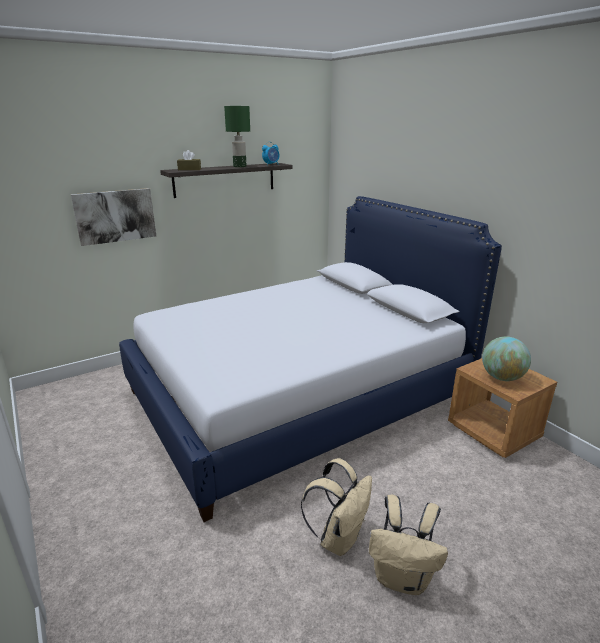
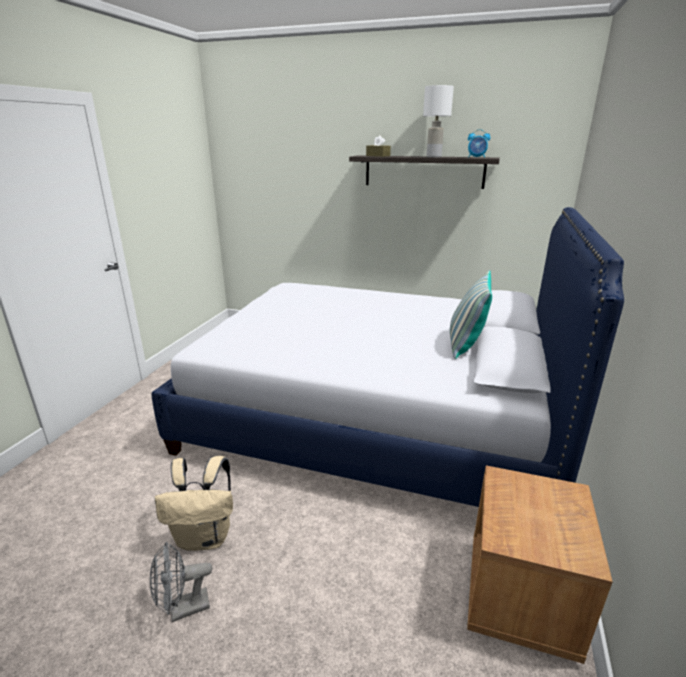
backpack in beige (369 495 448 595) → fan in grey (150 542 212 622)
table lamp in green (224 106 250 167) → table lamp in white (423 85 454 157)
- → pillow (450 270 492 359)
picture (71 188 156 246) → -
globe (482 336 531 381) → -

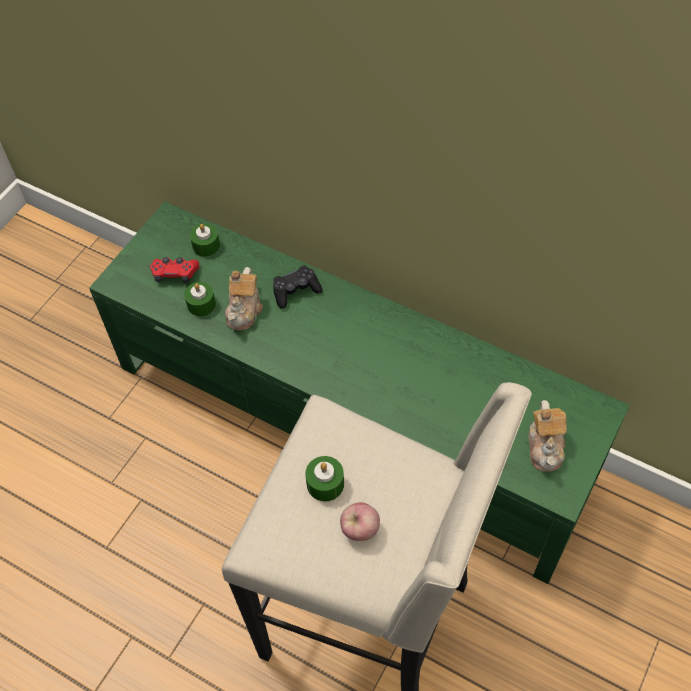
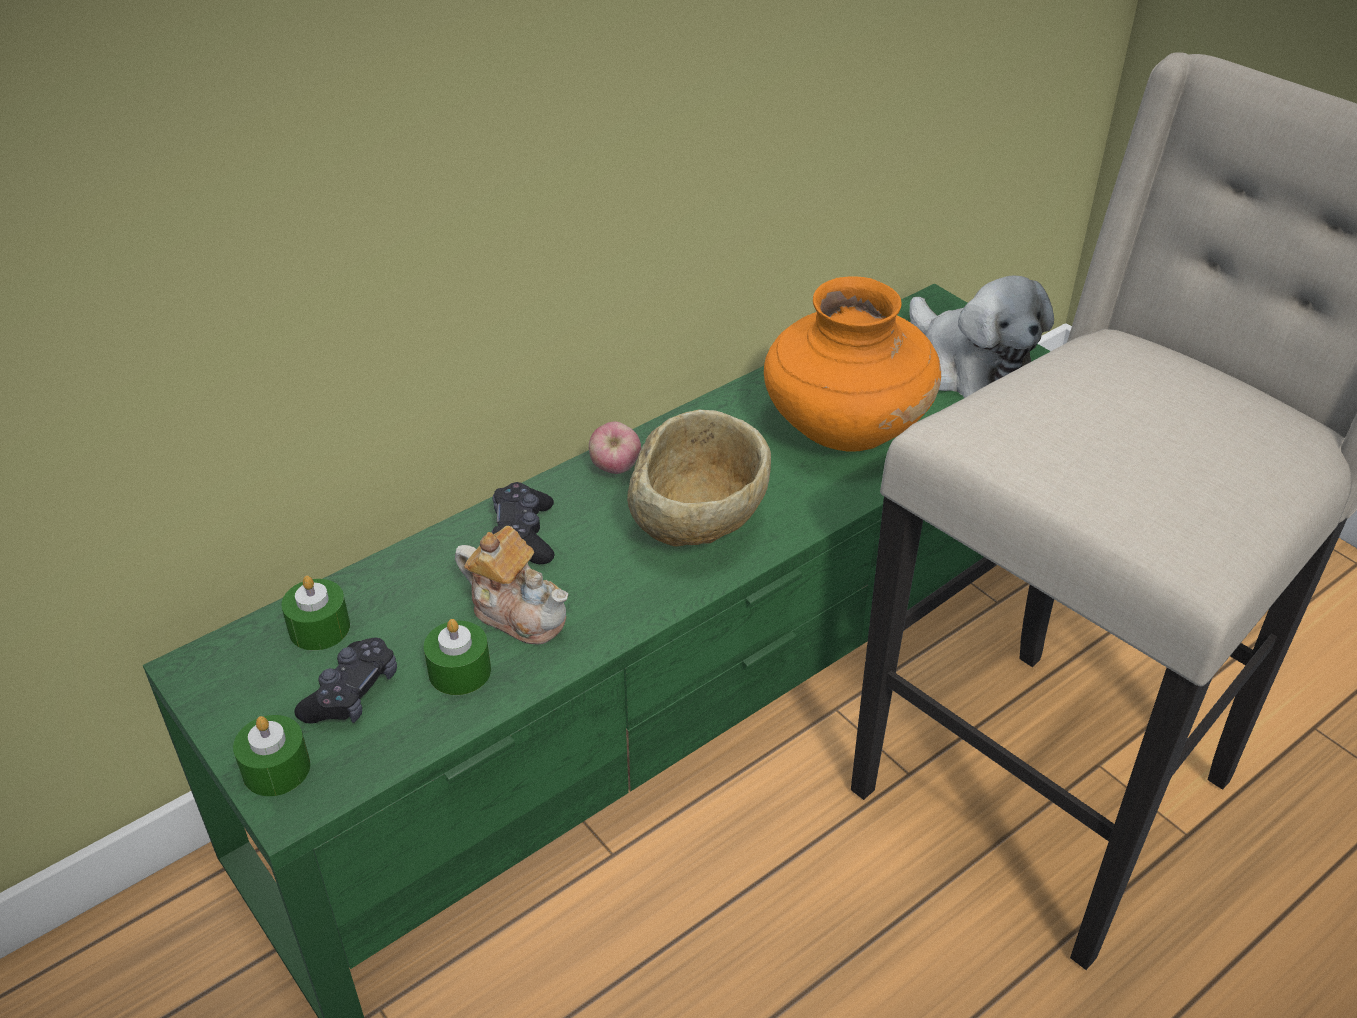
candle in green (305 456 344 501) → candle in green (233 715 310 796), moved
game controller in red (150 257 199 283) → game controller in black (294 638 397 724)
apple (340 502 380 541) → apple (589 422 641 474), moved
- → bowl in beige (627 410 771 547)
- → vase in orange (764 276 941 452)
teapot (528 400 567 472) → plush toy (909 275 1054 398)

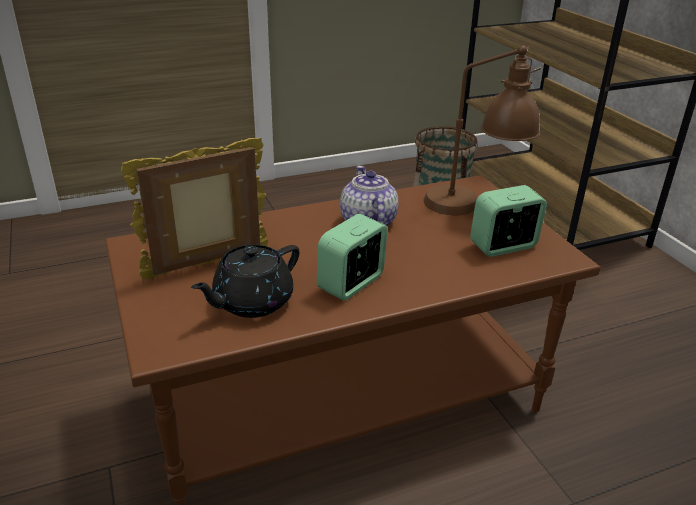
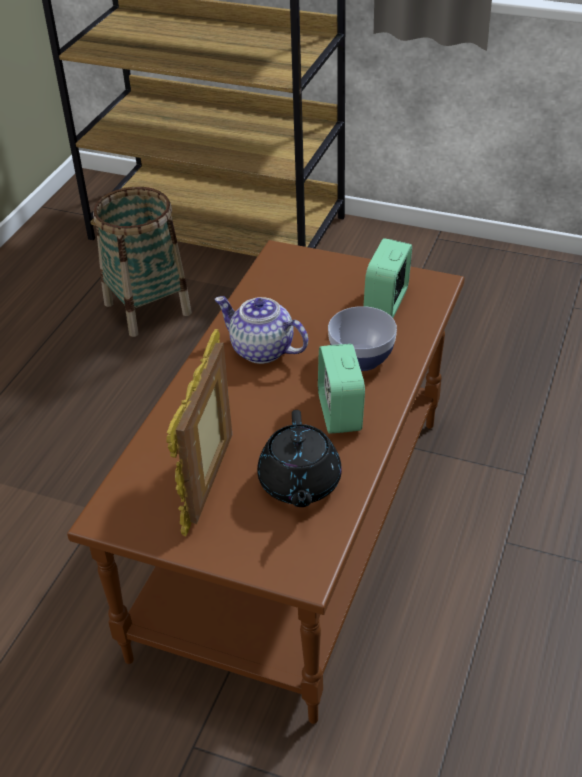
- → bowl (328 306 397 371)
table lamp in brown (424 45 541 215) → -

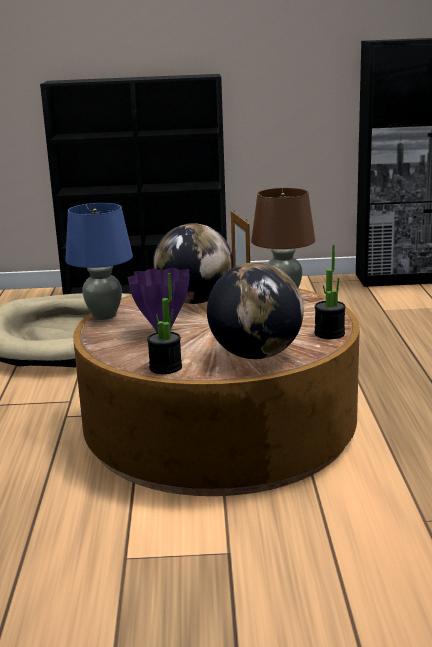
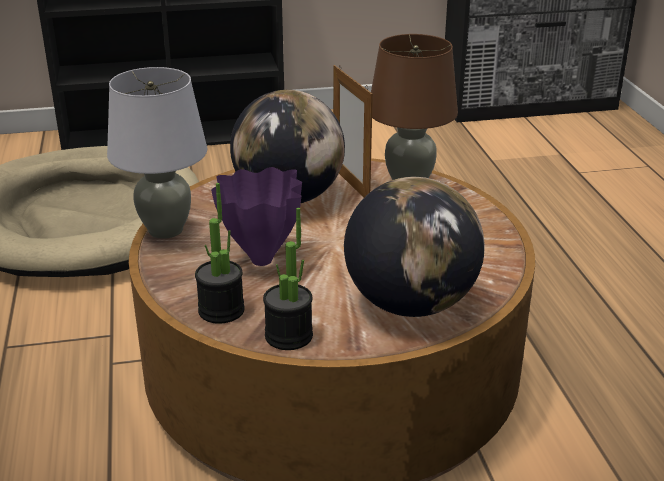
table lamp in blue (65 203 133 320) → table lamp in grey (107 67 207 239)
potted plant (314 245 346 339) → potted plant (195 183 245 324), moved

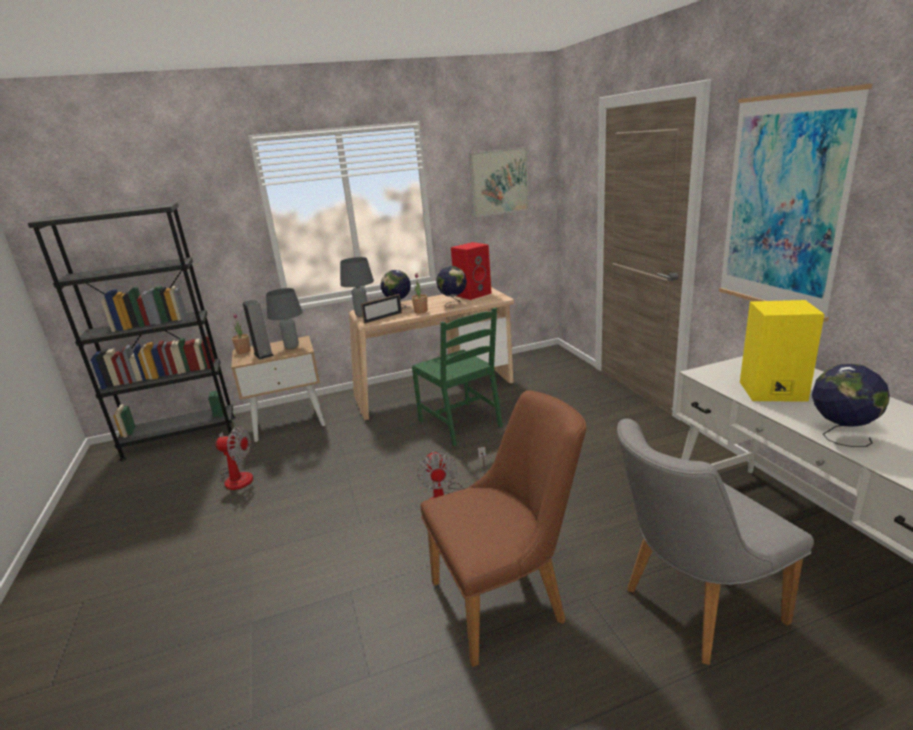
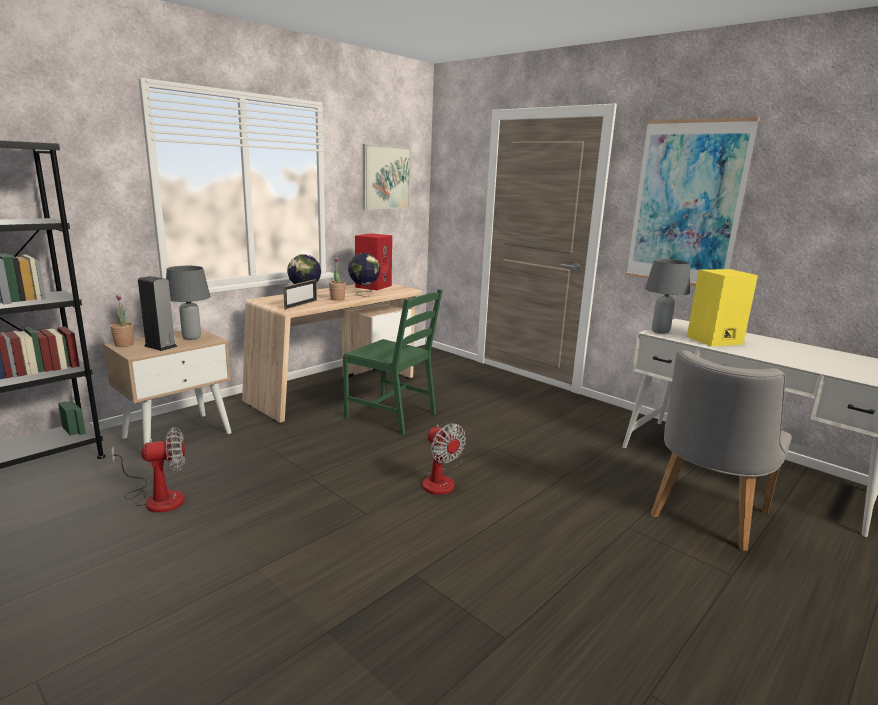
table lamp in grey (340 257 374 317) → table lamp in grey (645 259 690 334), moved
chair in brown (420 390 586 667) → -
globe (812 364 890 447) → -

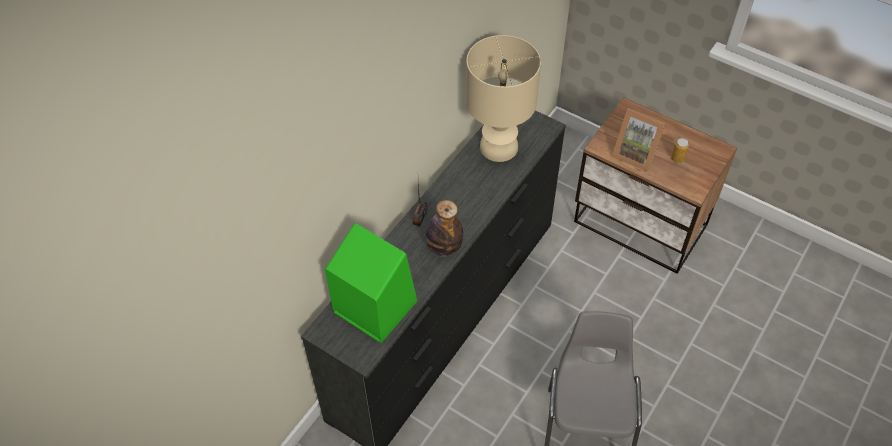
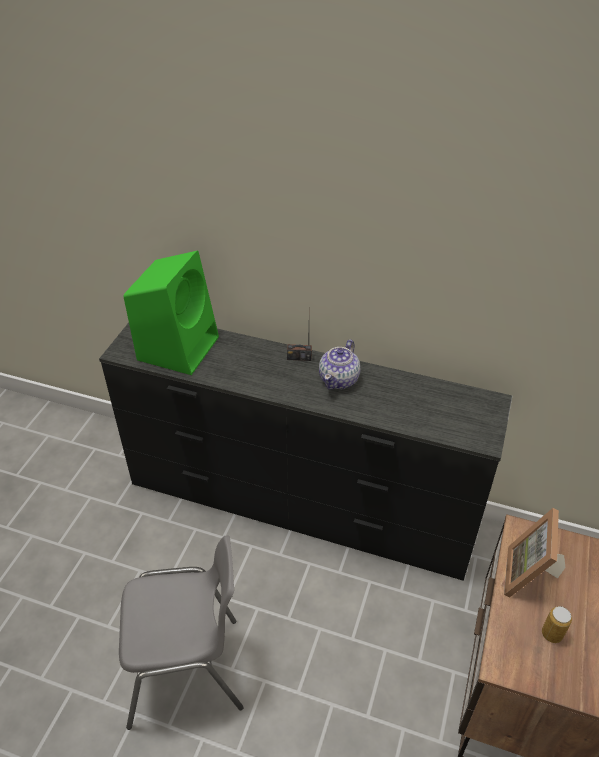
- → teapot (319 339 360 390)
bottle (426 200 463 257) → -
table lamp in beige (466 35 541 162) → -

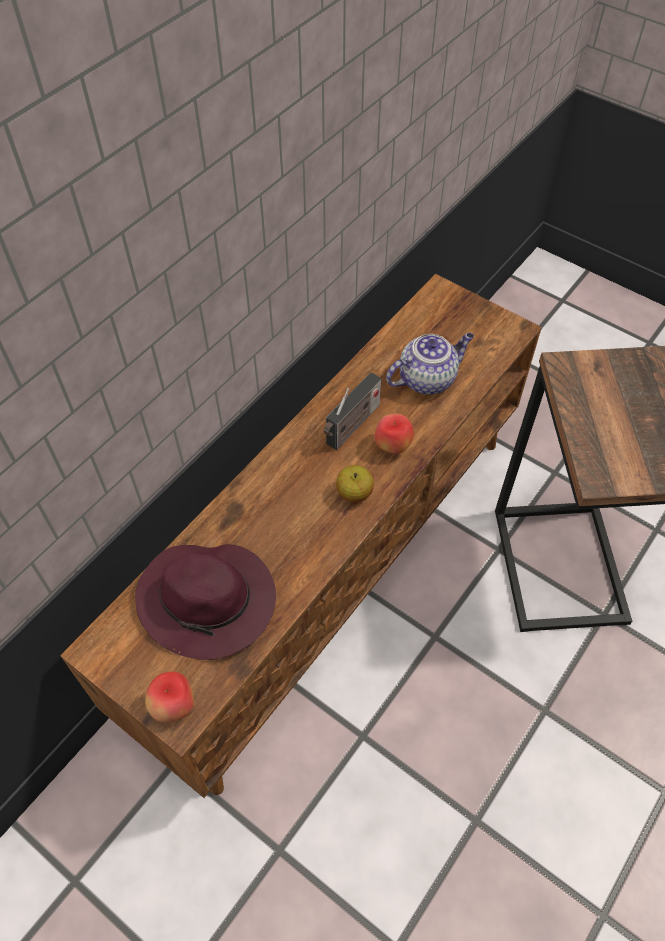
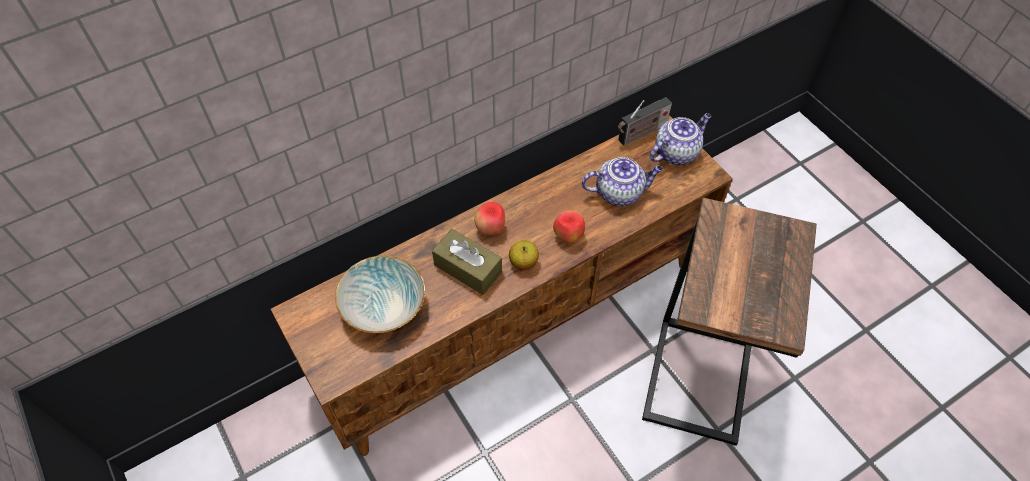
hat in purple (135 544 276 660) → bowl (335 255 425 333)
- → tissue box in brown (432 229 502 295)
apple (145 671 194 723) → apple (474 202 505 235), moved
radio (324 372 381 450) → radio (618 97 672 146), moved
- → teapot (650 113 712 165)

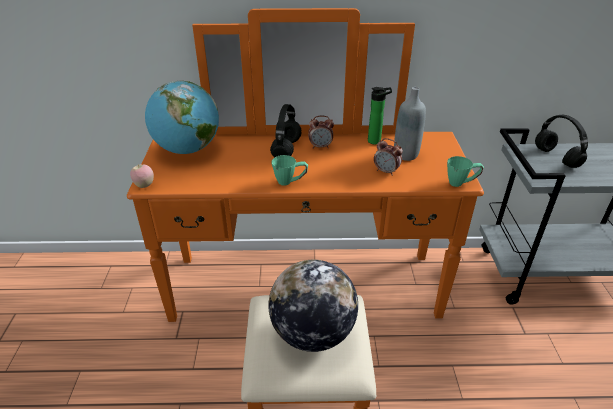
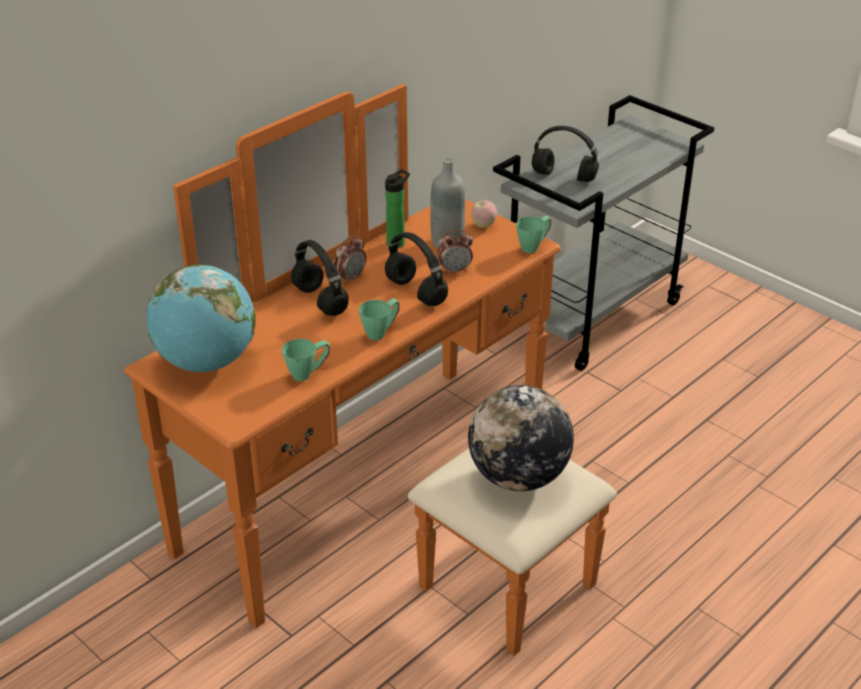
- → mug in green (282 339 330 381)
- → headphones in black (385 232 448 306)
apple (130 164 154 188) → apple (471 200 497 228), moved

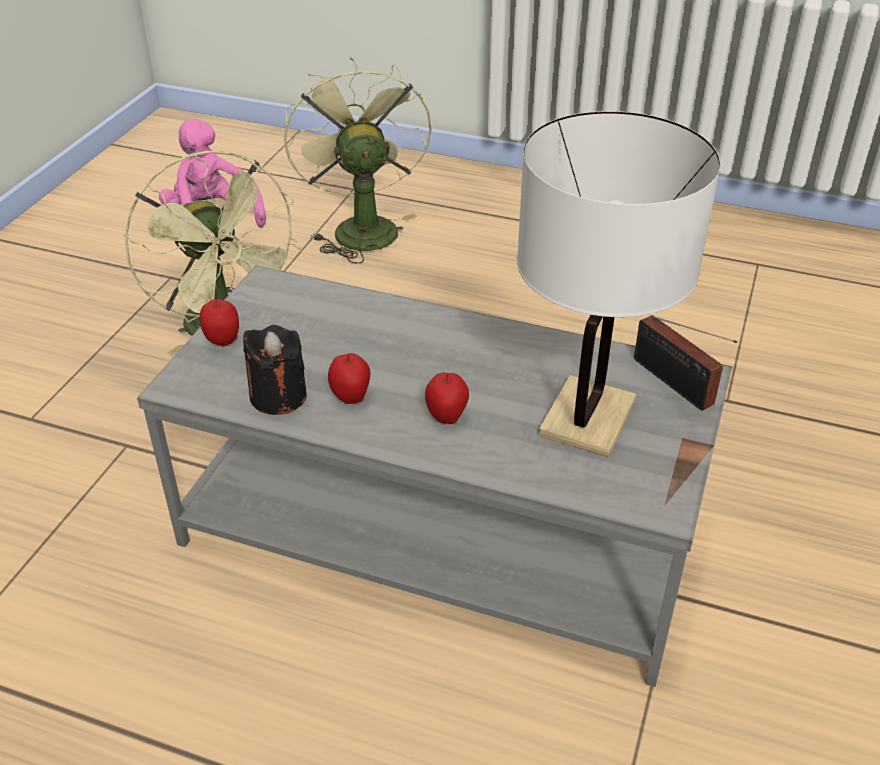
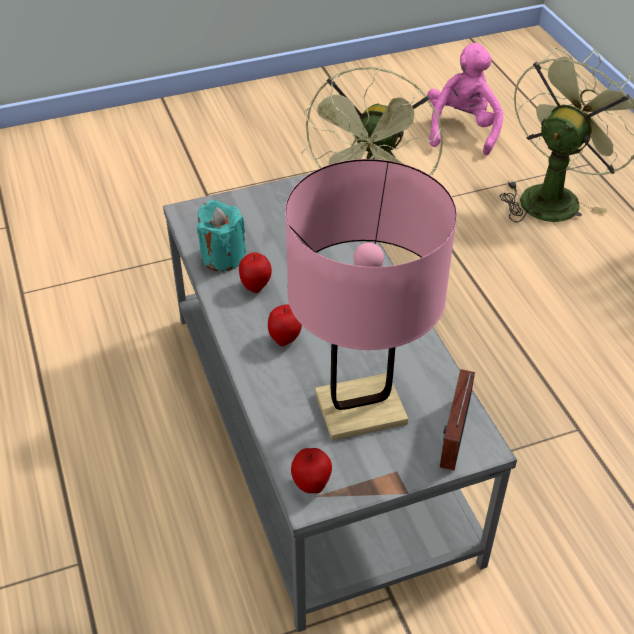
candle in black (243 325 307 415) → candle in turquoise (197 199 246 271)
table lamp in white (517 111 721 457) → table lamp in pink (285 159 457 441)
apple (199 298 239 346) → apple (291 448 332 493), moved

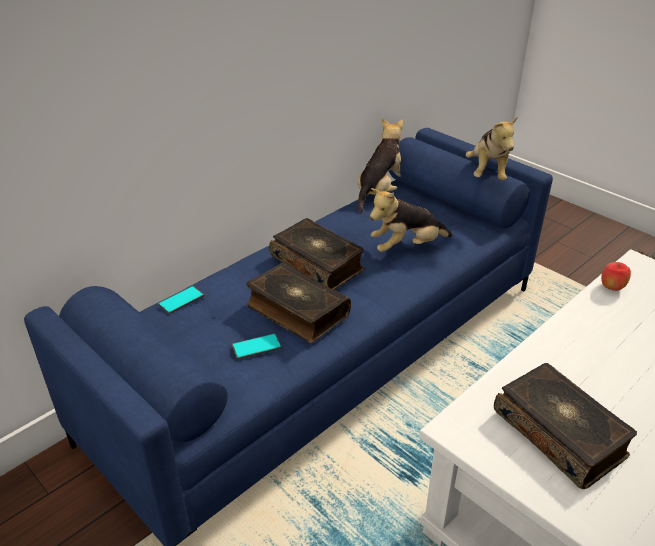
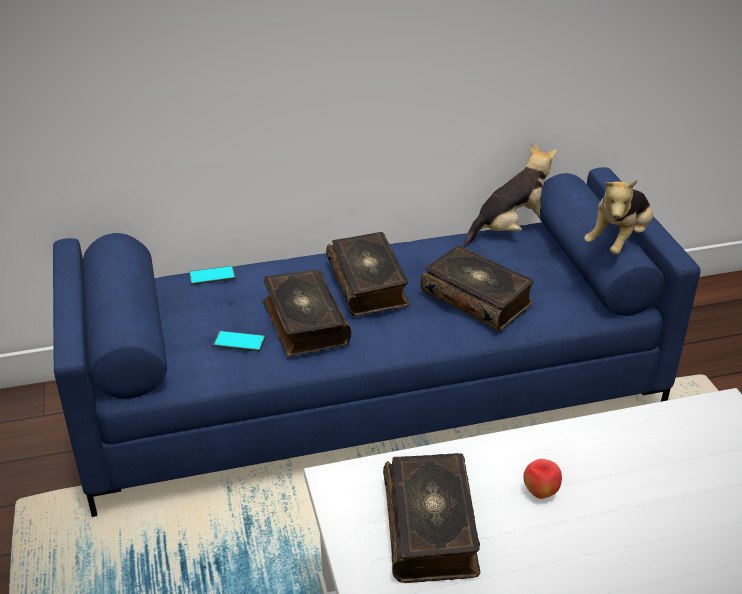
plush toy (370 188 452 252) → book (421 245 534 331)
apple (601 262 631 291) → apple (523 459 562 499), moved

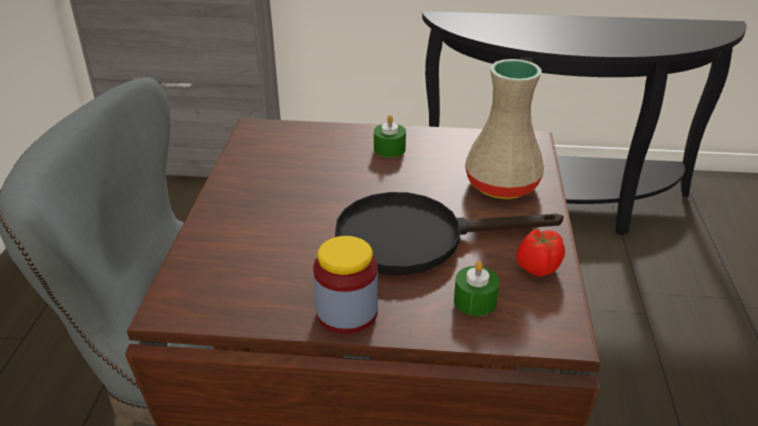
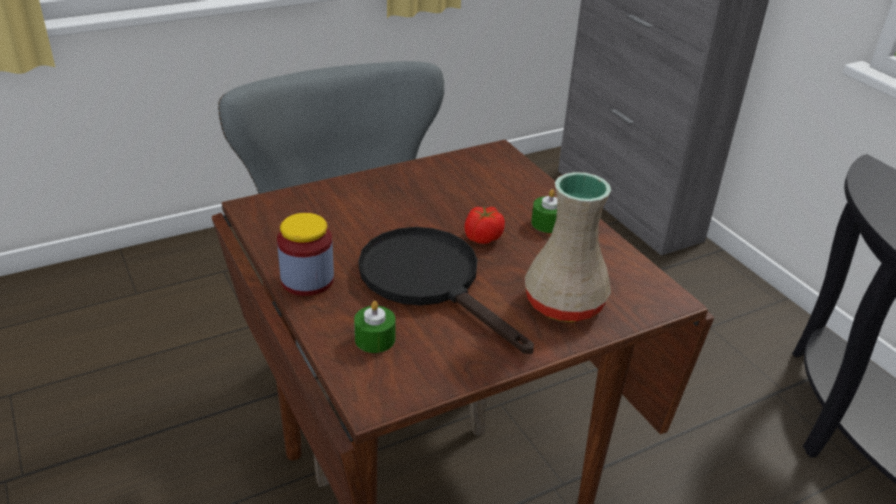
tomato (516 229 565 277) → tomato (464 206 505 244), moved

